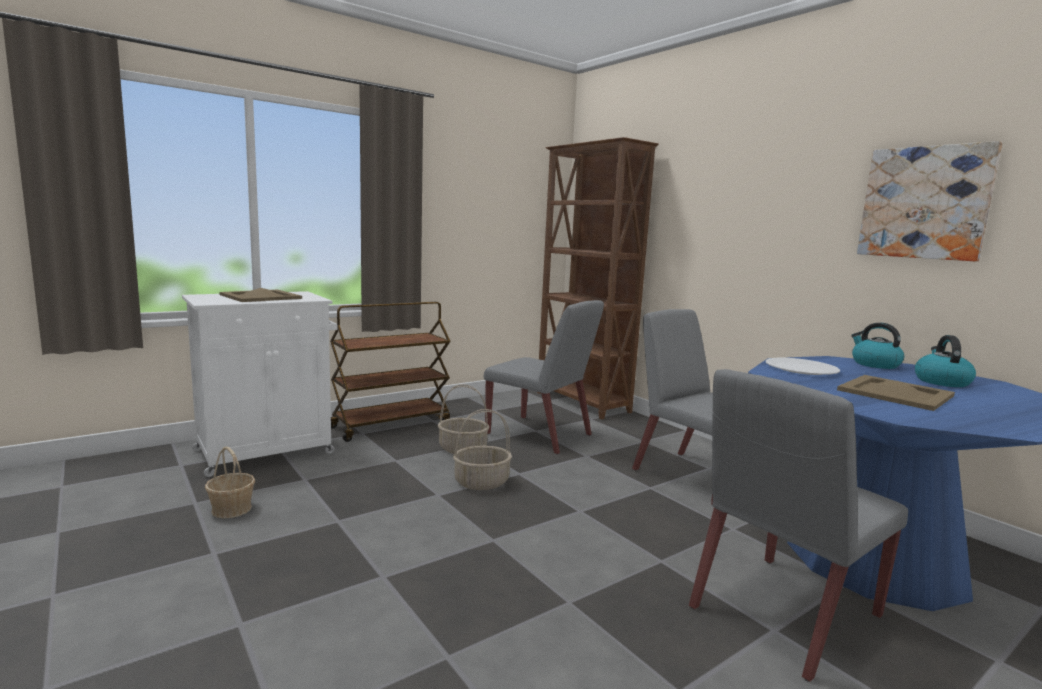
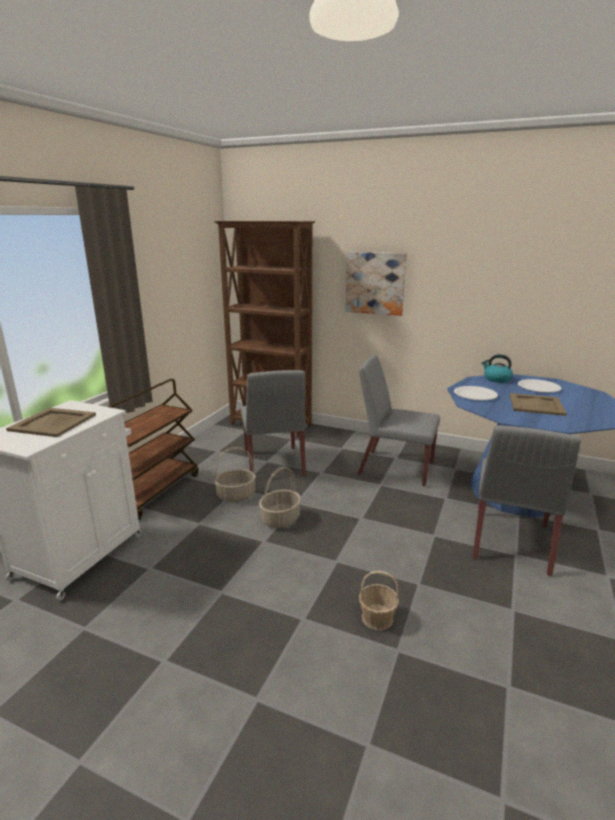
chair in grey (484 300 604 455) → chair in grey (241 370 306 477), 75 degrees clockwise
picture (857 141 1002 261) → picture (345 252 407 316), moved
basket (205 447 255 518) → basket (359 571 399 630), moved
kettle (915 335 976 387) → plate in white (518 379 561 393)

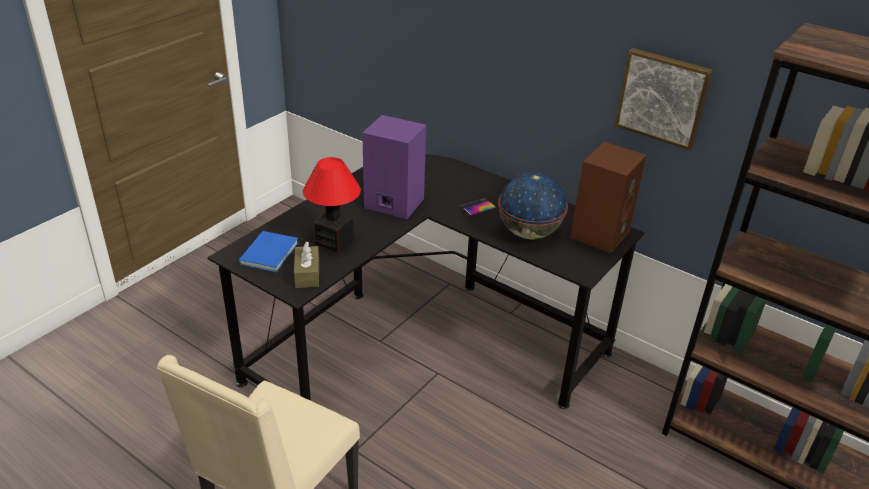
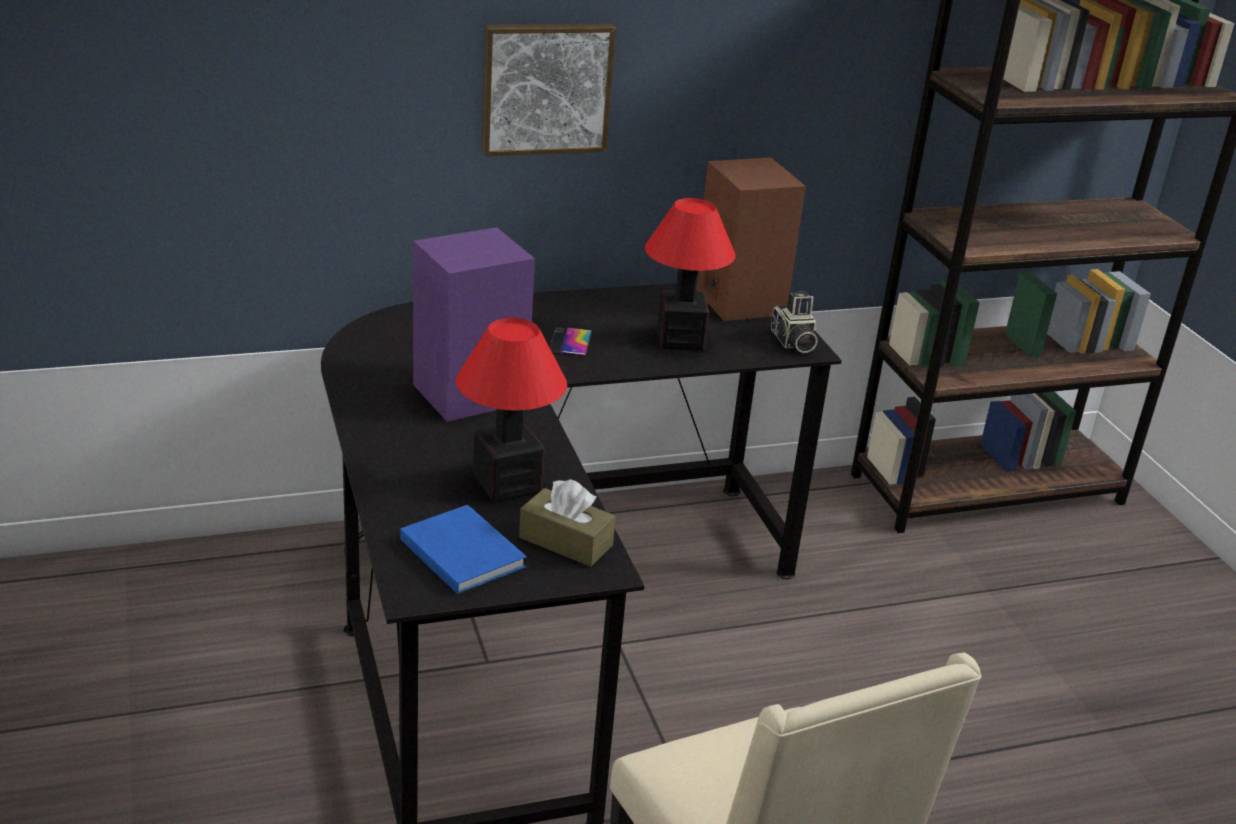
picture (615 48 713 150) → picture (481 23 616 156), moved
globe (498 173 568 239) → table lamp (645 198 736 350)
- → photo camera (770 292 818 353)

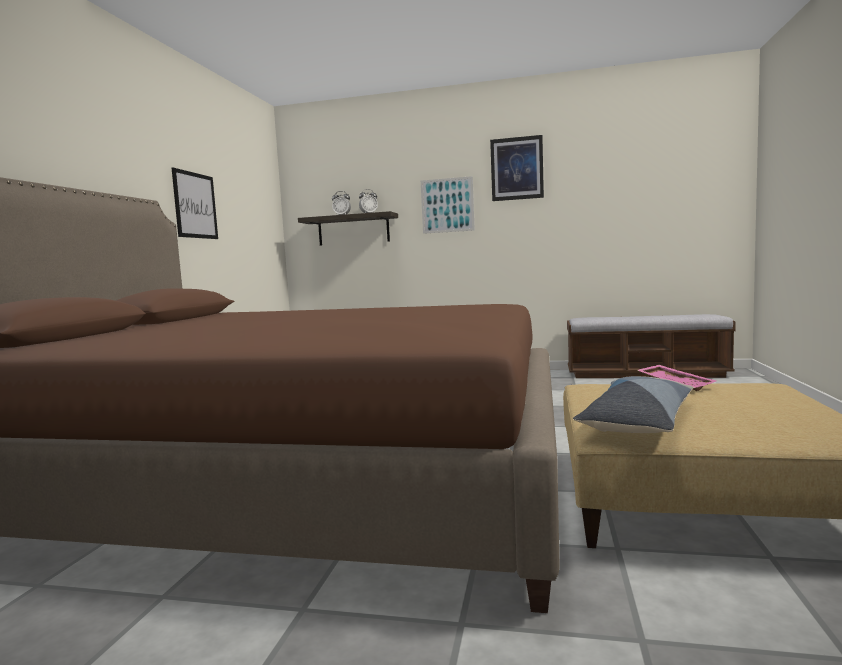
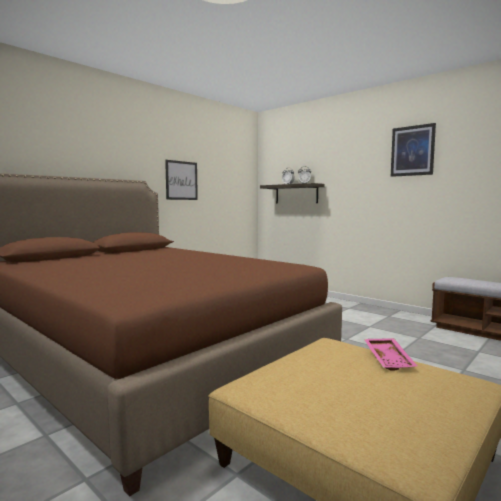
picture (421 176 475 234) → -
pillow (573 376 693 433) → -

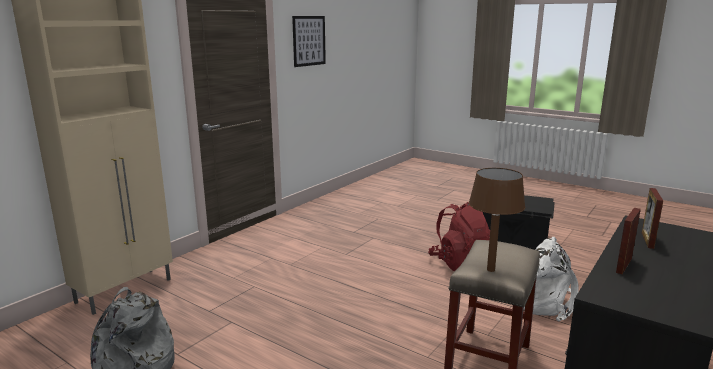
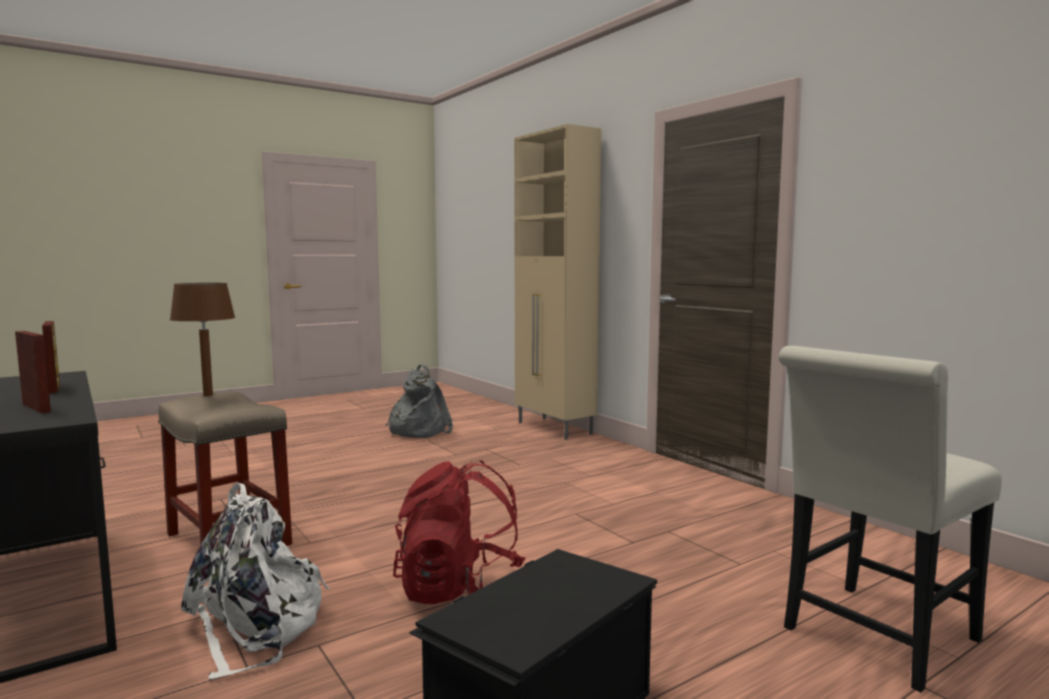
- → chair in white (779 346 1002 692)
picture (292 16 326 67) → -

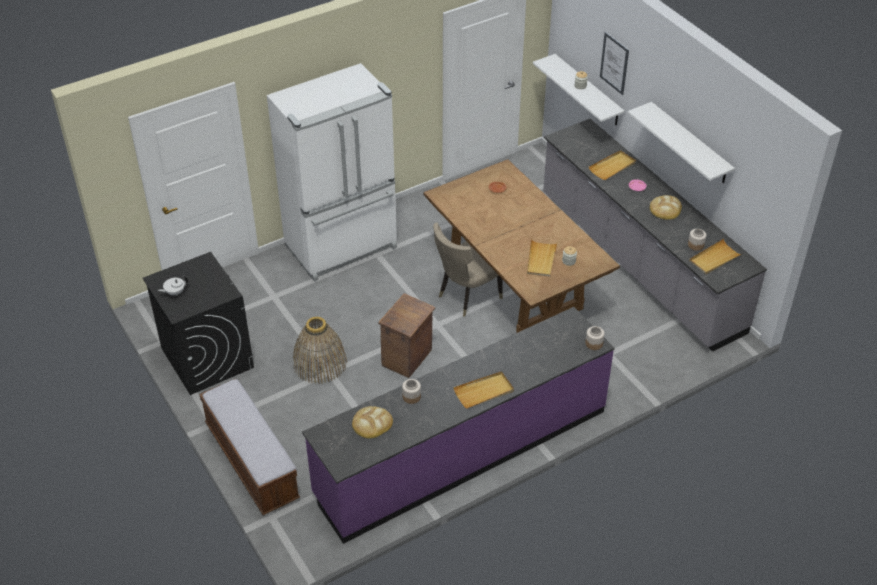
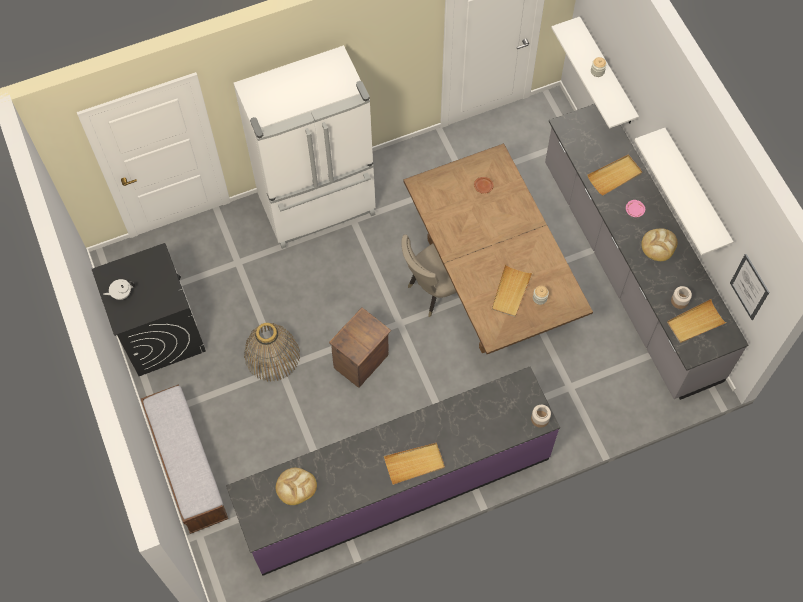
picture (600 32 629 95) → picture (730 254 769 320), moved
jar (402 379 421 404) → -

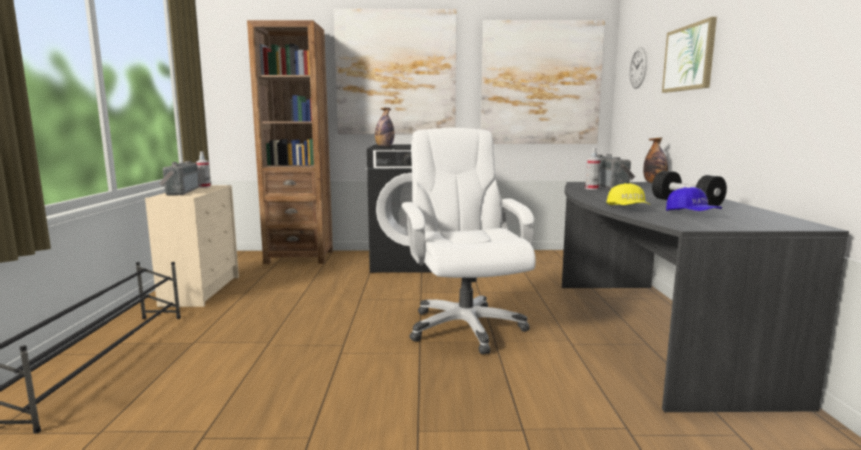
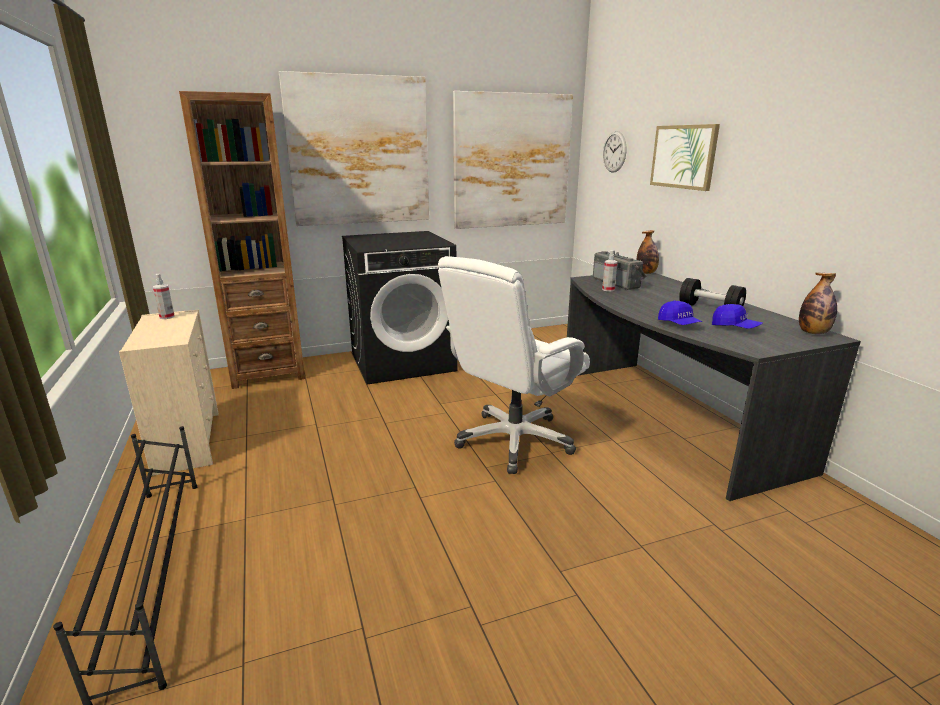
office chair in white (401 128 536 354) → office chair in white (438 256 590 474), 105 degrees counterclockwise
cap in yellow (606 183 651 205) → cap in blue (658 301 702 325)
bottle (375 108 394 147) → bottle (799 273 837 334), moved
radio (159 161 199 196) → -

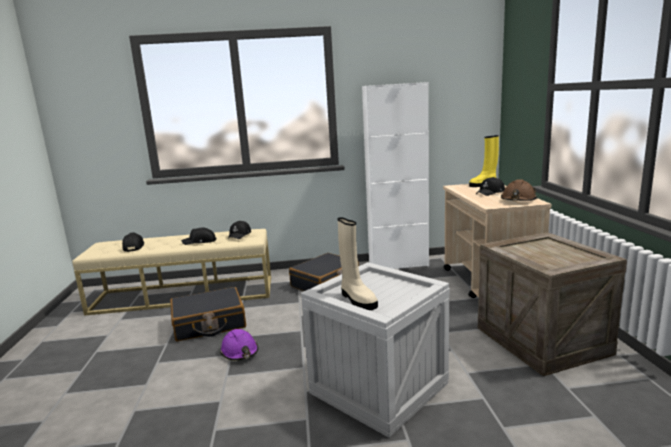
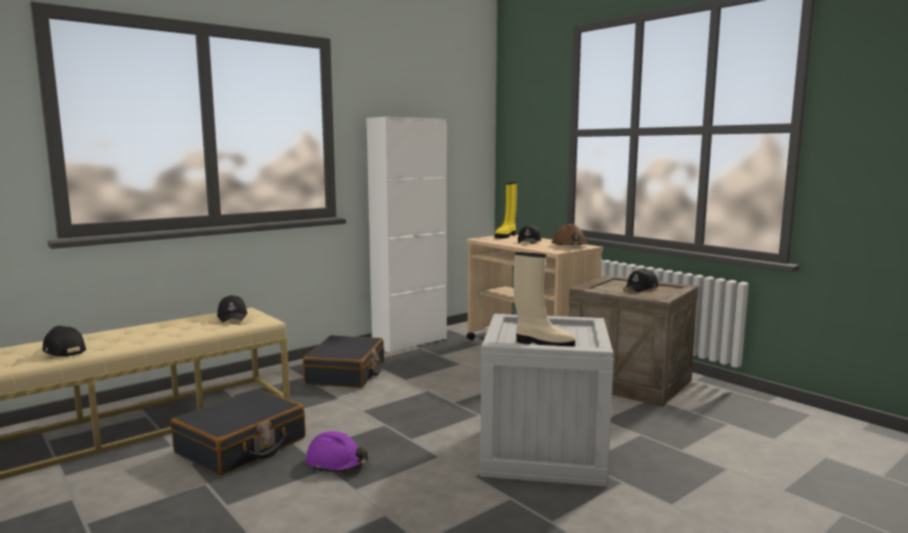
cap in black (181 227 217 245) → cap in black (623 268 659 292), moved

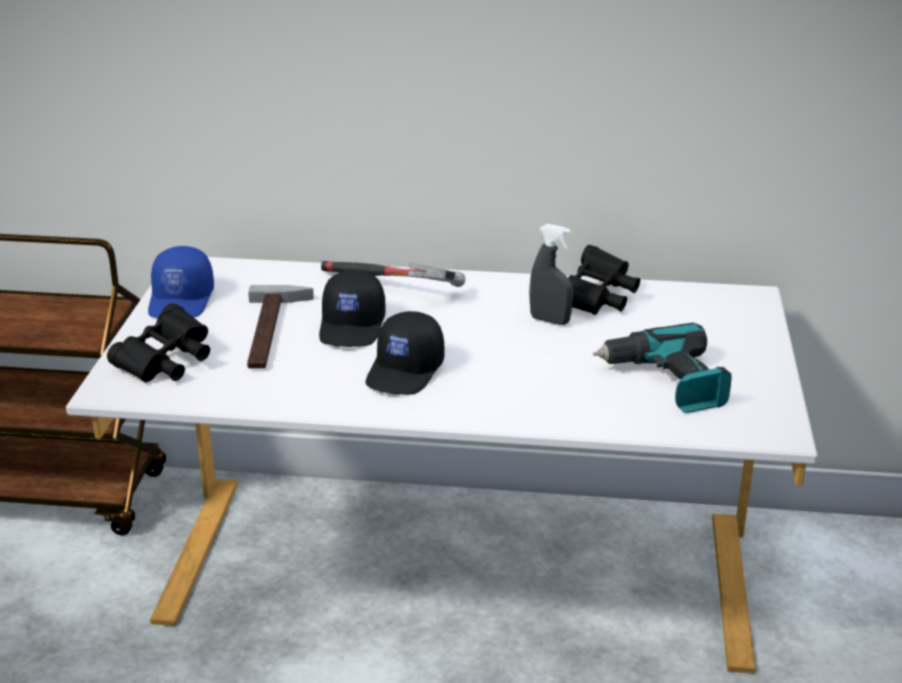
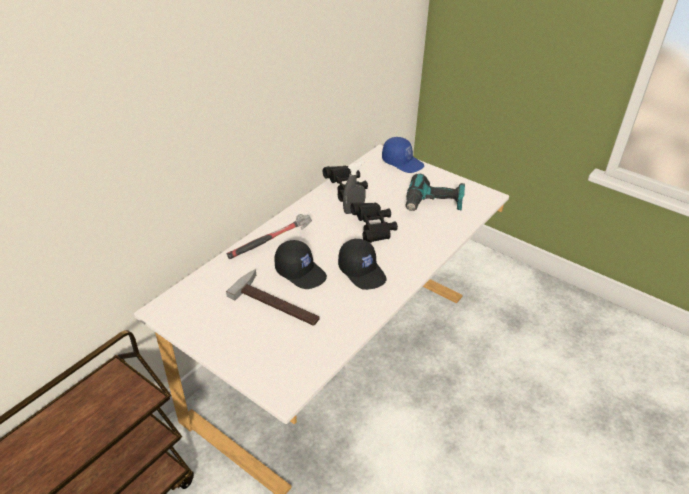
binoculars in black (107 303 210 382) → binoculars in black (351 202 398 243), moved
cap in blue (148 246 214 318) → cap in blue (382 137 424 173), moved

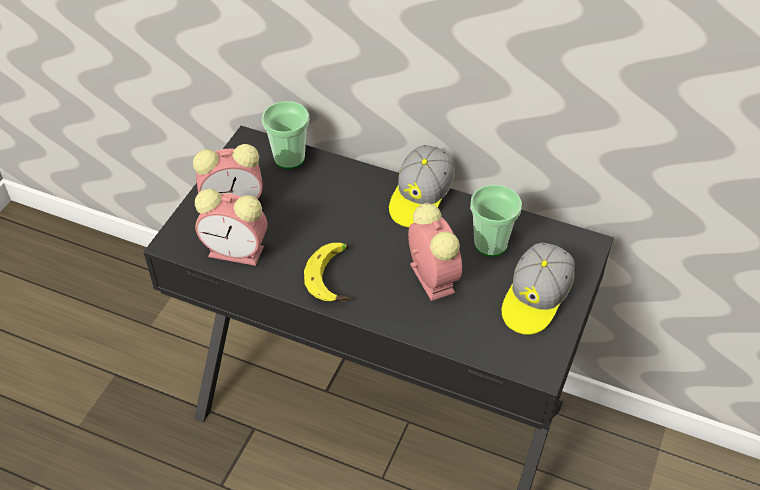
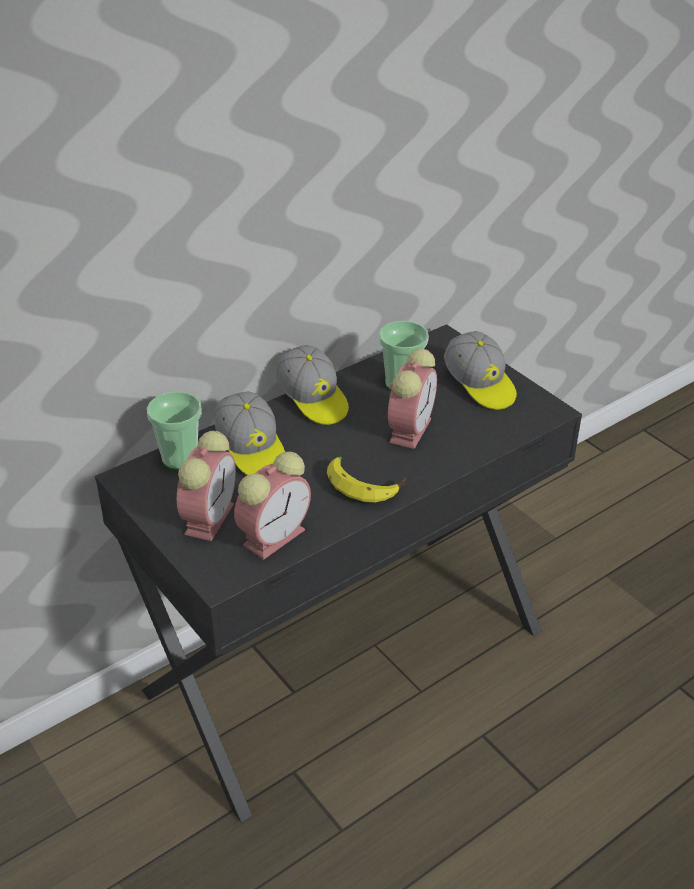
- → cap (215 391 285 475)
alarm clock (408 203 462 301) → alarm clock (388 349 437 449), 105 degrees clockwise

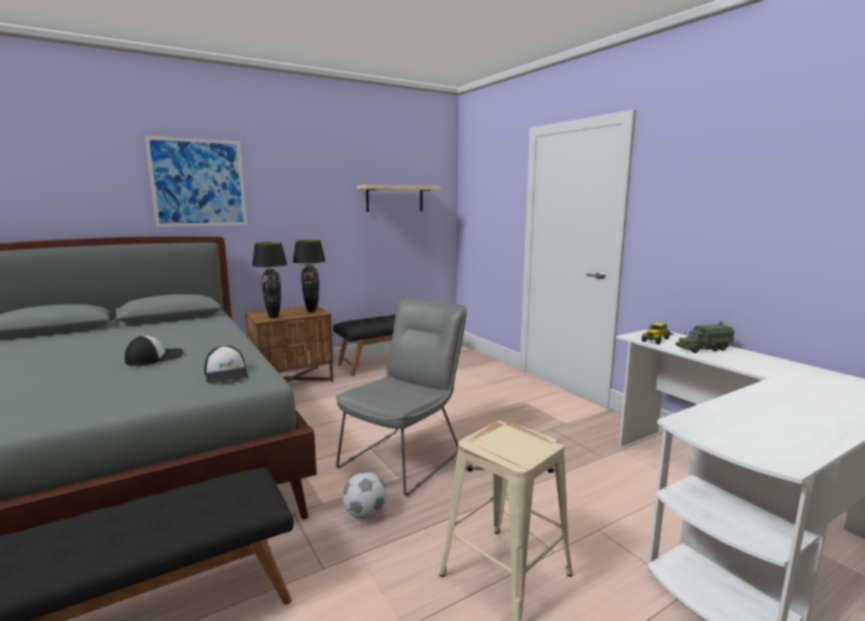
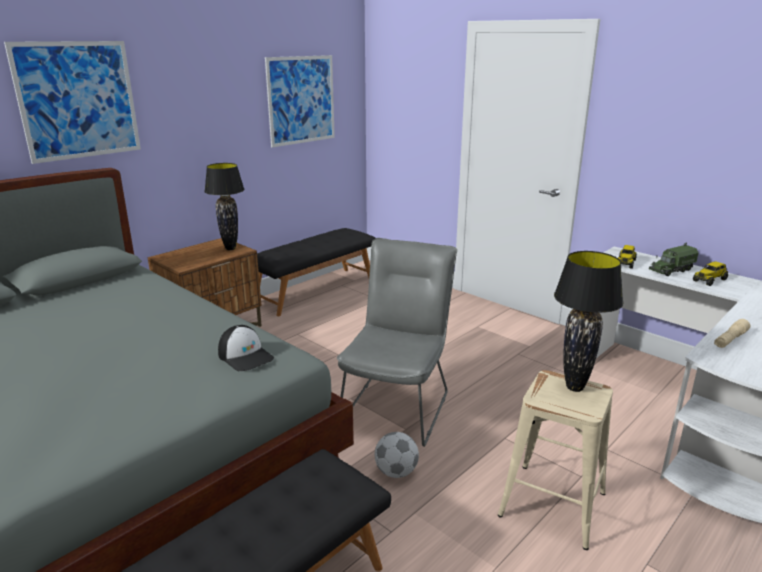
shelf in beige (357 185 441 212) → picture (265 55 335 147)
table lamp in black (252 242 288 318) → table lamp in black (554 251 623 392), moved
- → toy truck (693 261 728 286)
- → flashlight in beige (714 319 750 348)
cap (125 336 184 366) → -

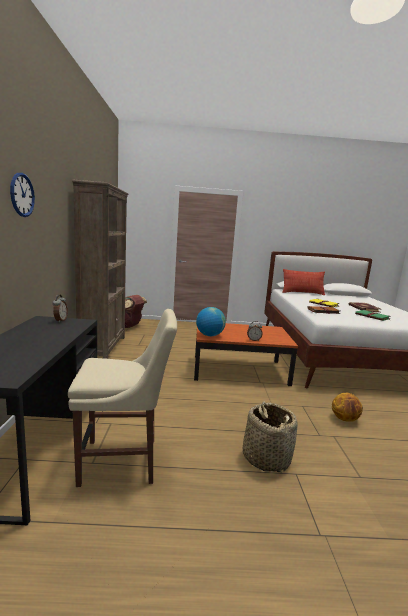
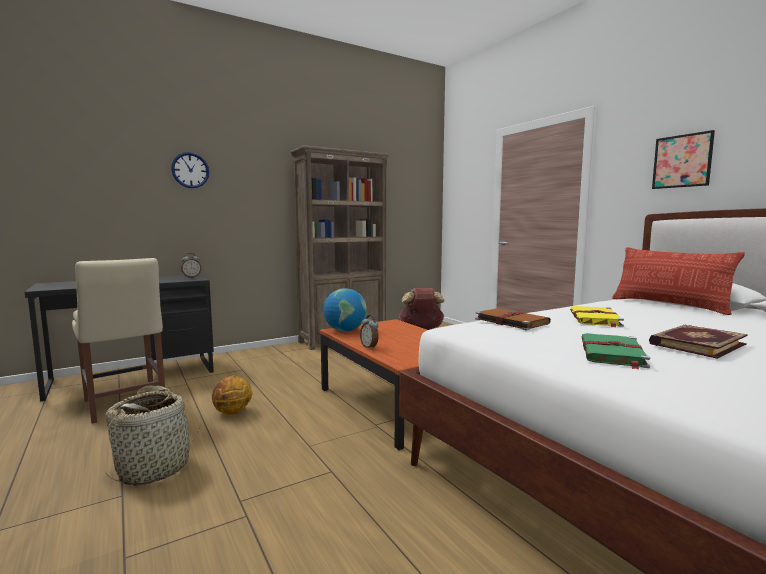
basketball (332 393 363 422) → basketball (212 376 252 415), moved
- → picture (652 130 715 189)

